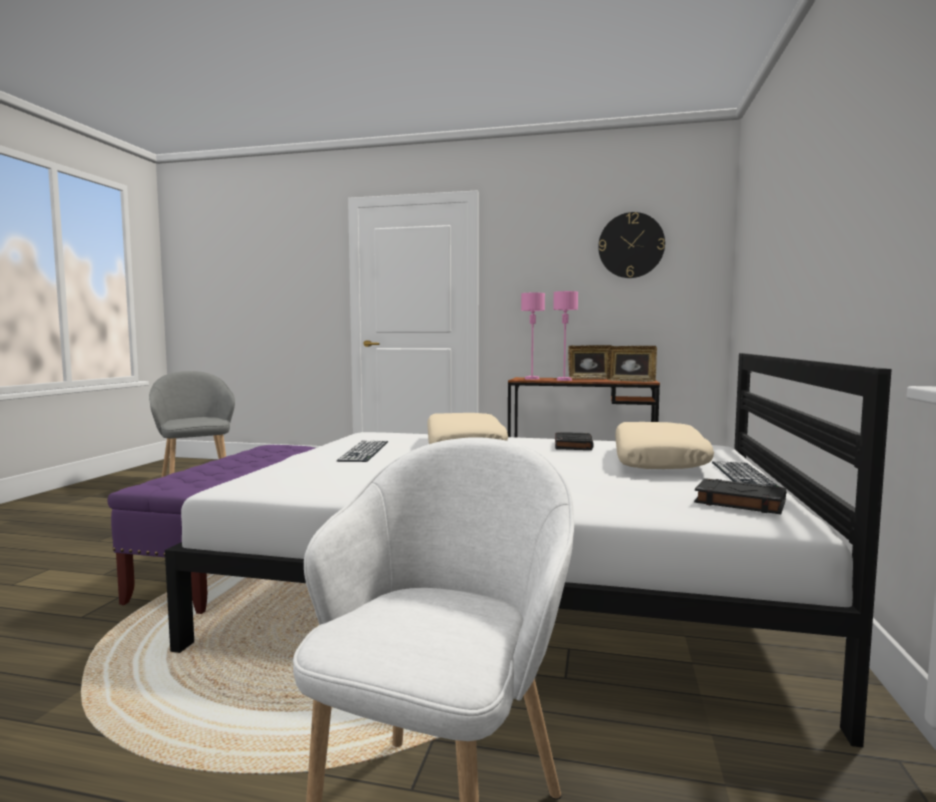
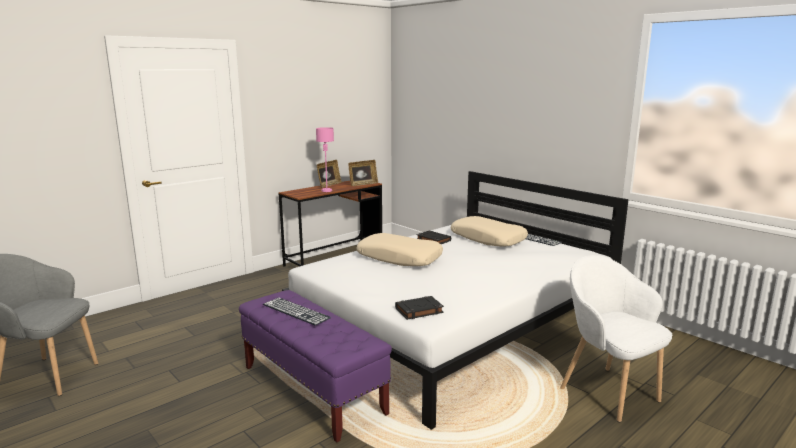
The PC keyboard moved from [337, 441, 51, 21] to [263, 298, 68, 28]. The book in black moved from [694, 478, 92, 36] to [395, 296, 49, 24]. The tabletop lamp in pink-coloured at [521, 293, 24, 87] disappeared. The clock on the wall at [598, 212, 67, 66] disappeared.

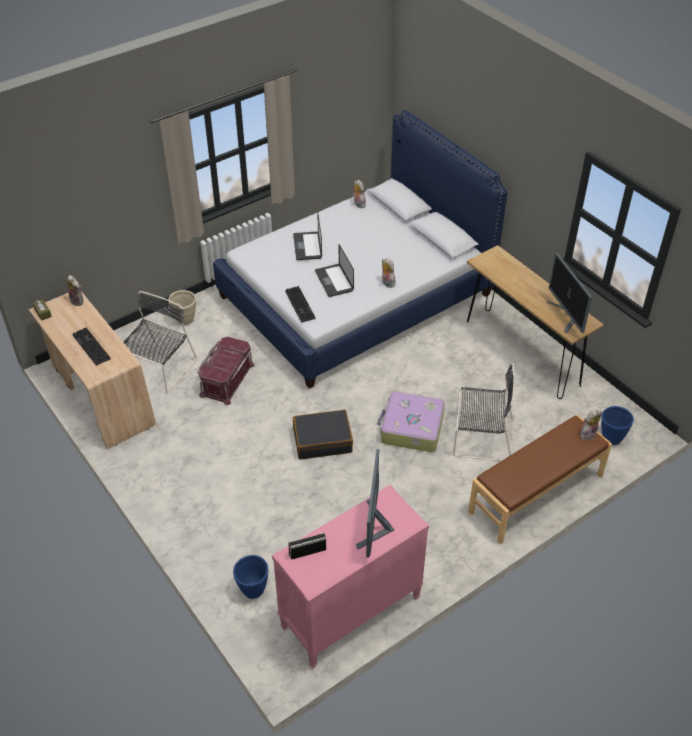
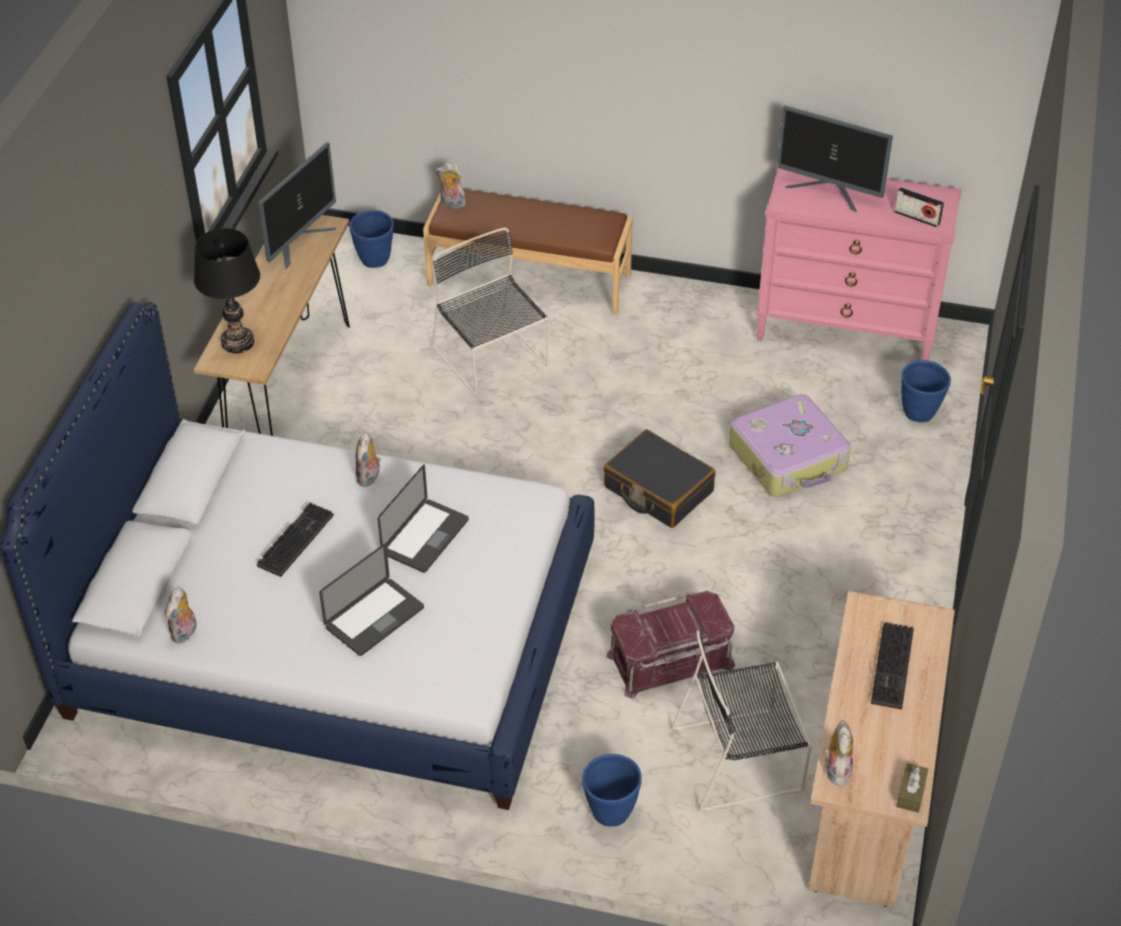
The tabletop lamp in black at [194, 228, 66, 125] appeared. The PC keyboard moved from [285, 286, 31, 37] to [257, 502, 77, 75]. The plant pot in sand-coloured at [168, 290, 28, 36] became the plant pot in bluish at [582, 754, 60, 73]. The suitcase moved from [378, 391, 67, 61] to [729, 394, 122, 103]. The computer display at [356, 449, 38, 109] turned 60 degrees clockwise.

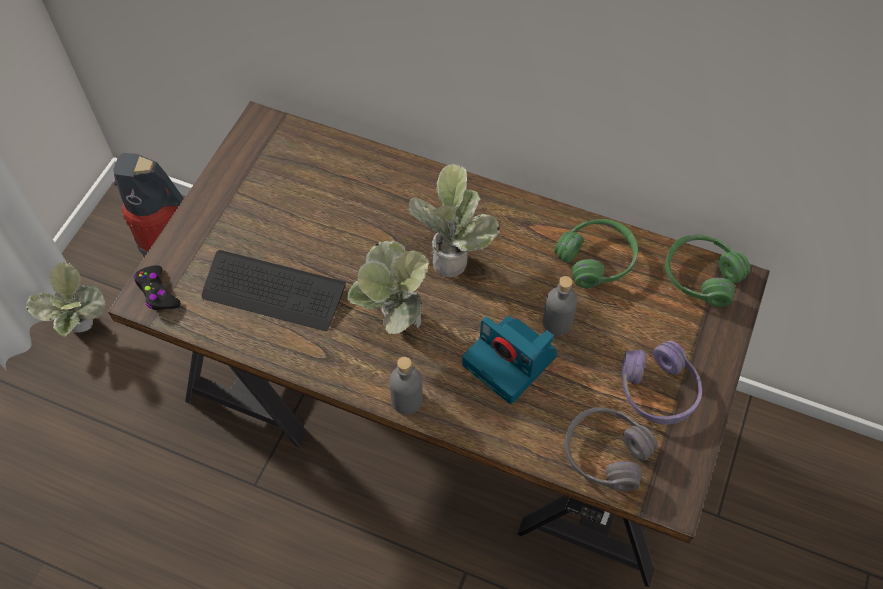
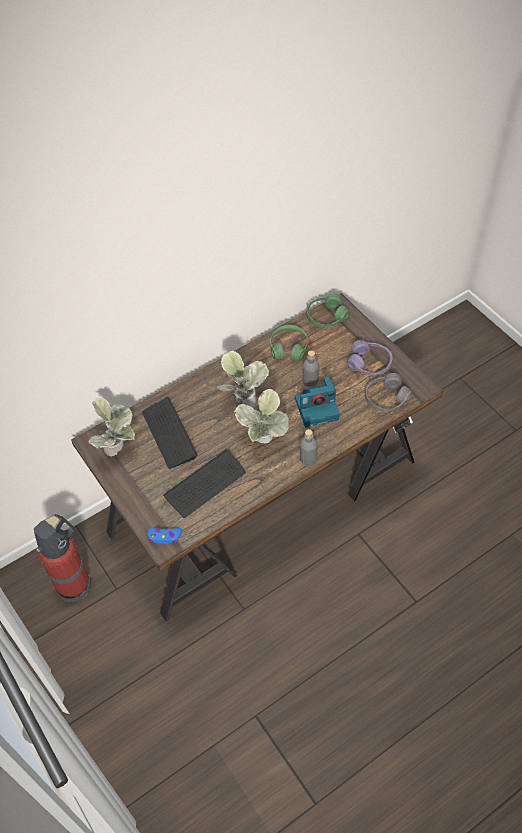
The houseplant moved from [25, 262, 81, 75] to [88, 398, 47, 58]. The PC keyboard at [142, 398, 56, 71] appeared. The gamepad in black at [134, 265, 47, 45] became the gamepad in bluish at [148, 528, 34, 16].

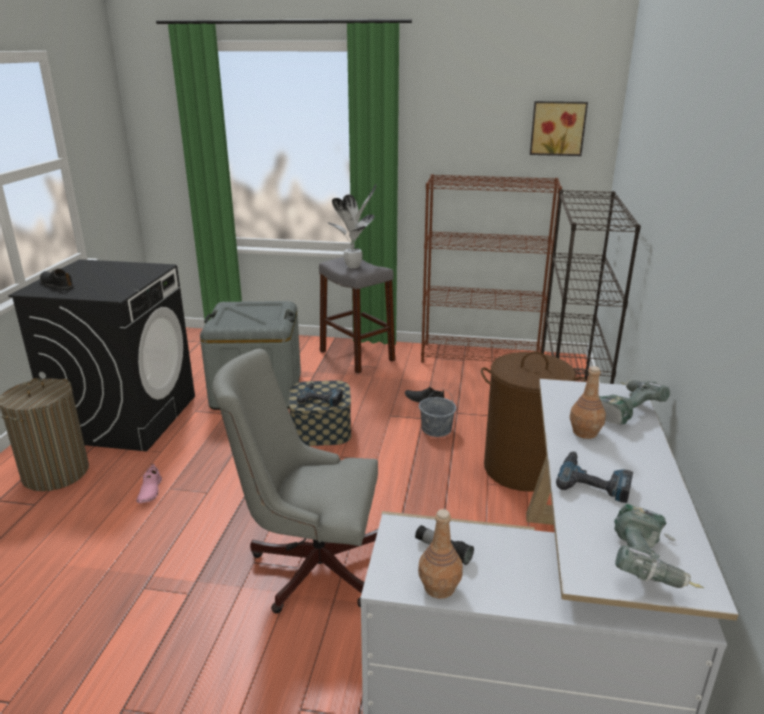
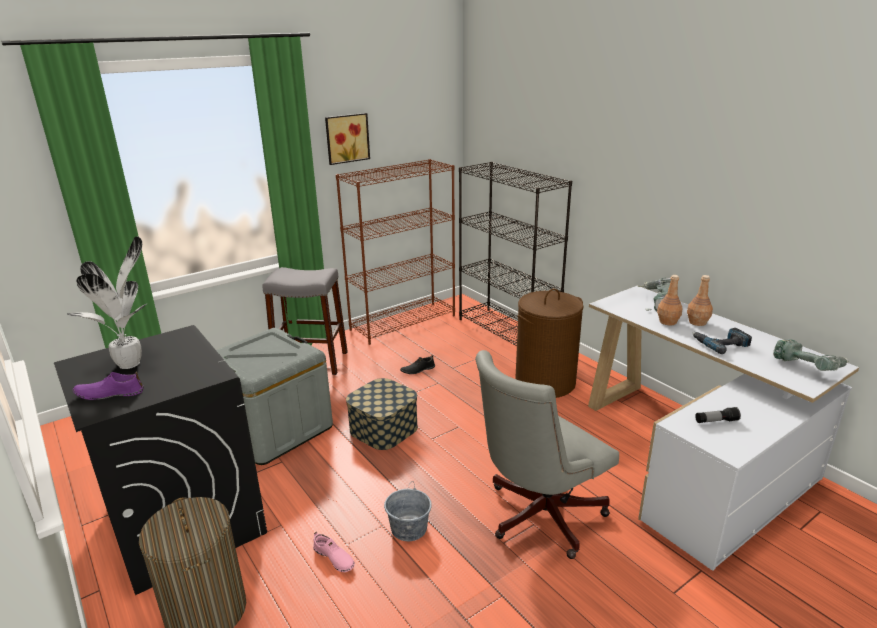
The houseplant moved from [328, 184, 48, 84] to [67, 237, 81, 132]. The shoe in black at [40, 269, 34, 21] became the shoe in purple at [73, 372, 71, 28]. The wall art moved from [530, 101, 58, 55] to [325, 113, 45, 52]. The water bucket in greyish moved from [419, 389, 37, 48] to [384, 481, 48, 60]. The bottle in brownish moved from [418, 509, 45, 90] to [687, 275, 26, 51]. The electric drill at [297, 382, 46, 25] disappeared.

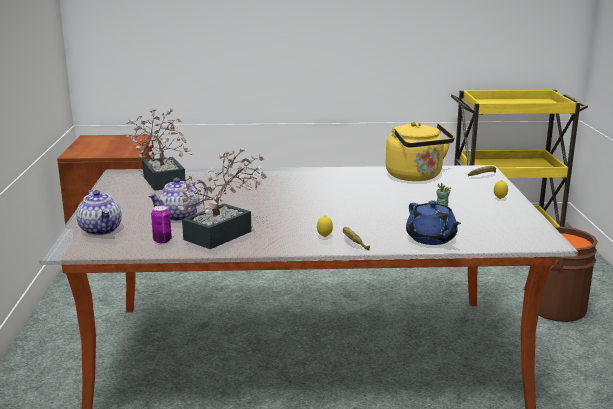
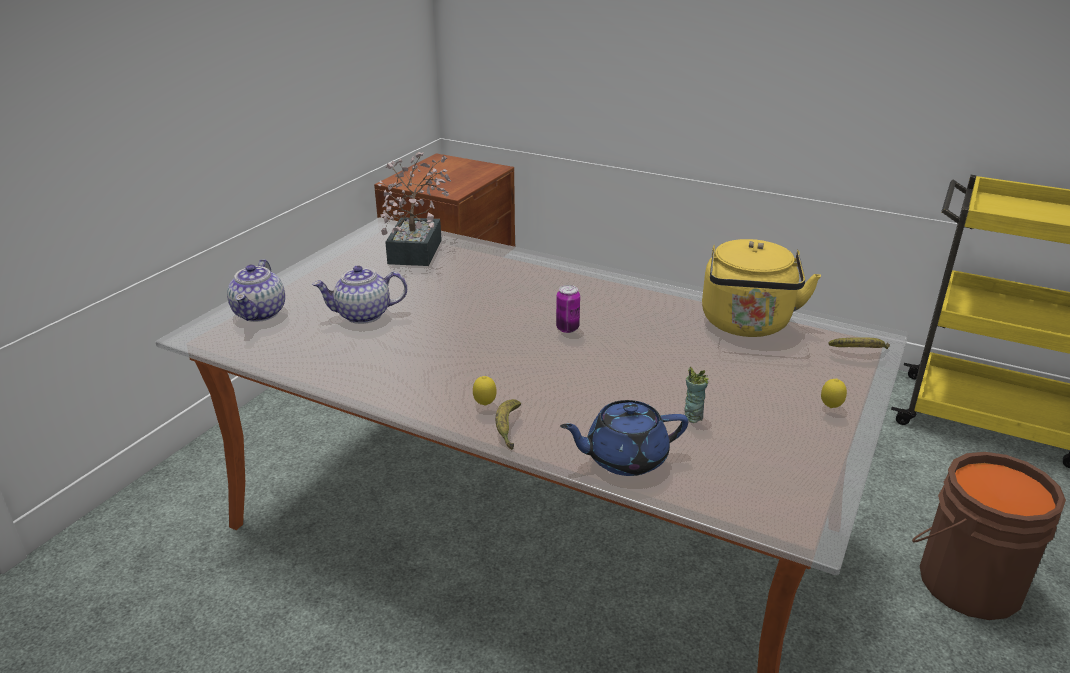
The can moved from [151, 205, 21, 38] to [556, 285, 24, 48]. The teapot in bluish at [406, 201, 55, 44] turned 75 degrees clockwise. The houseplant at [177, 148, 90, 101] disappeared.

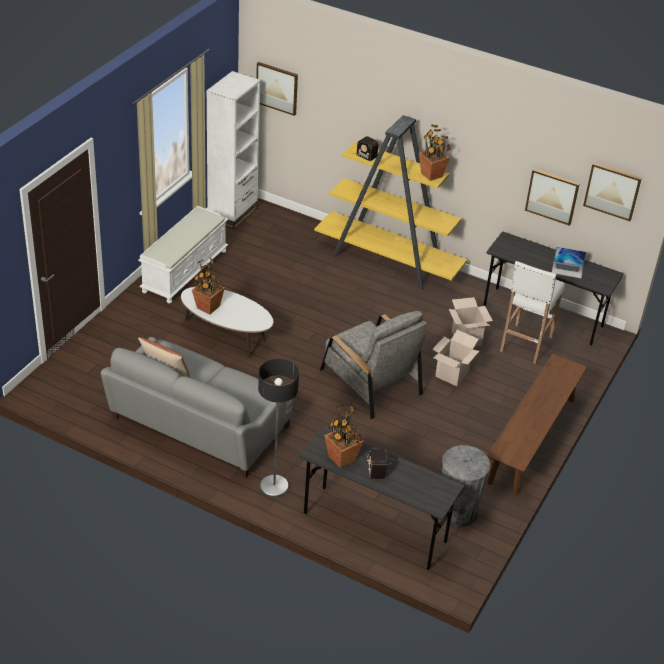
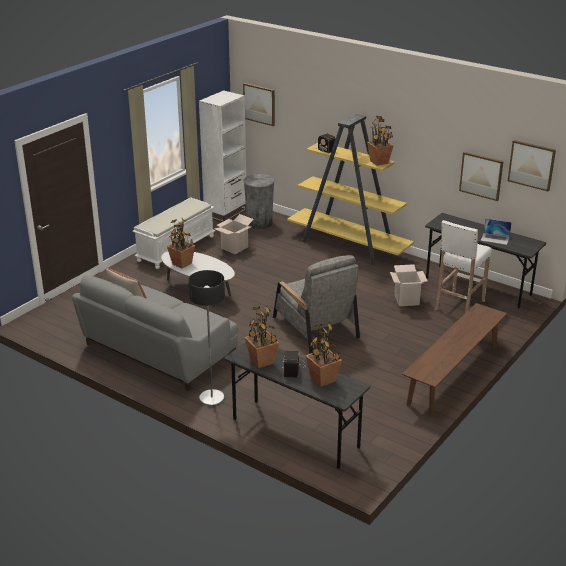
The packing box moved from [432, 330, 47, 56] to [215, 214, 39, 40]. The waste bin in greyish moved from [442, 445, 49, 82] to [244, 174, 31, 55]. The houseplant at [305, 323, 37, 64] appeared.

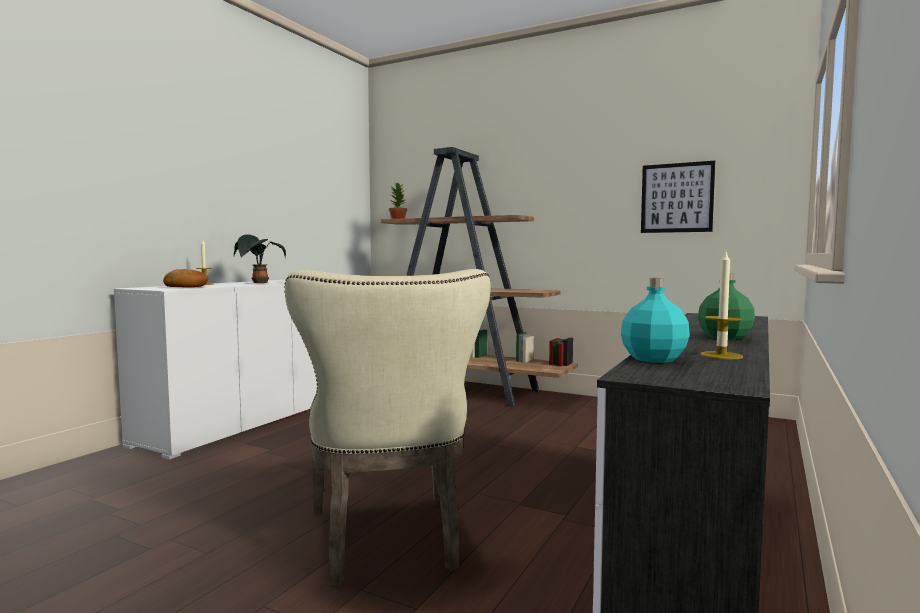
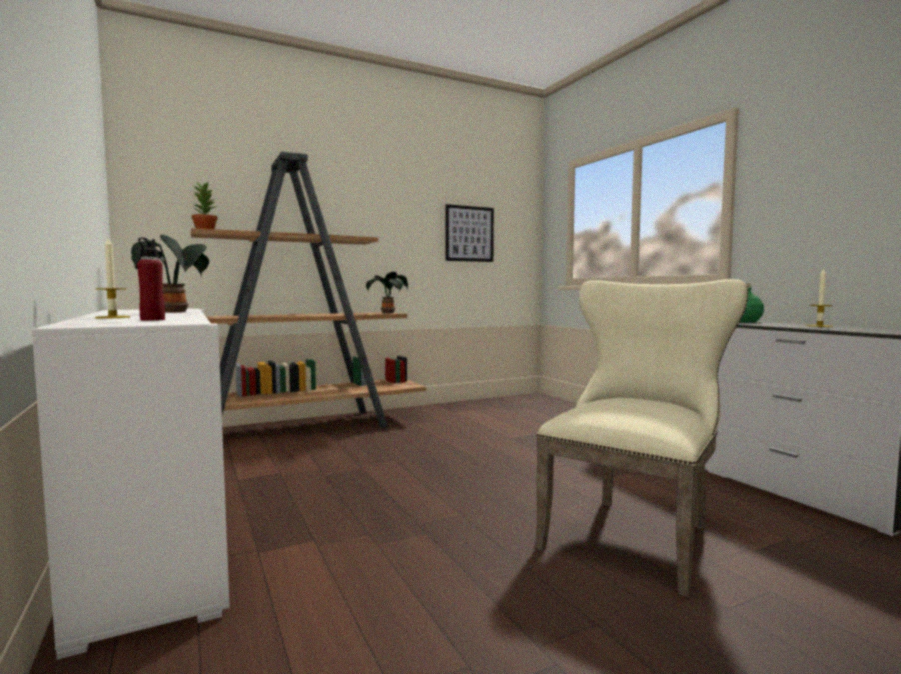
The baked bread at [163, 269, 45, 18] was replaced by the bottle in red at [137, 238, 28, 83]. The houseplant at [366, 272, 42, 42] appeared. The plain chair in sand-coloured at [284, 269, 207, 318] turned 75 degrees counterclockwise. The bottle in blue-green at [621, 278, 69, 85] disappeared.

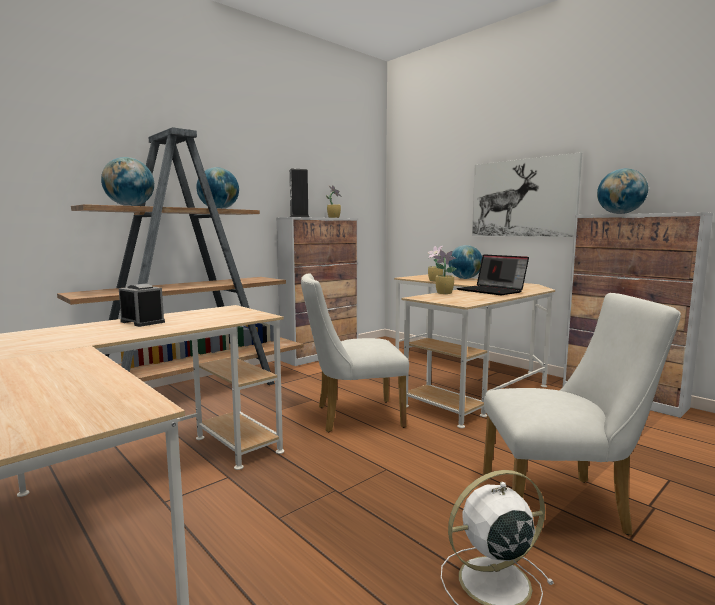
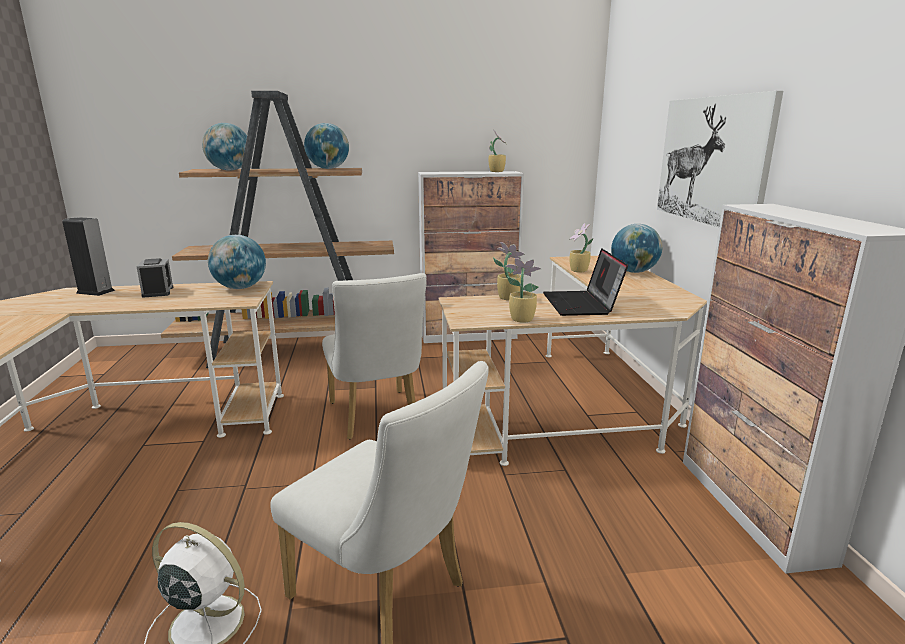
The speaker moved from [290, 169, 19, 48] to [62, 217, 53, 79]. The desk globe moved from [597, 168, 51, 46] to [208, 235, 58, 54]. The plain chair in white at [301, 273, 108, 159] turned 135 degrees counterclockwise. The houseplant at [505, 258, 36, 65] appeared.

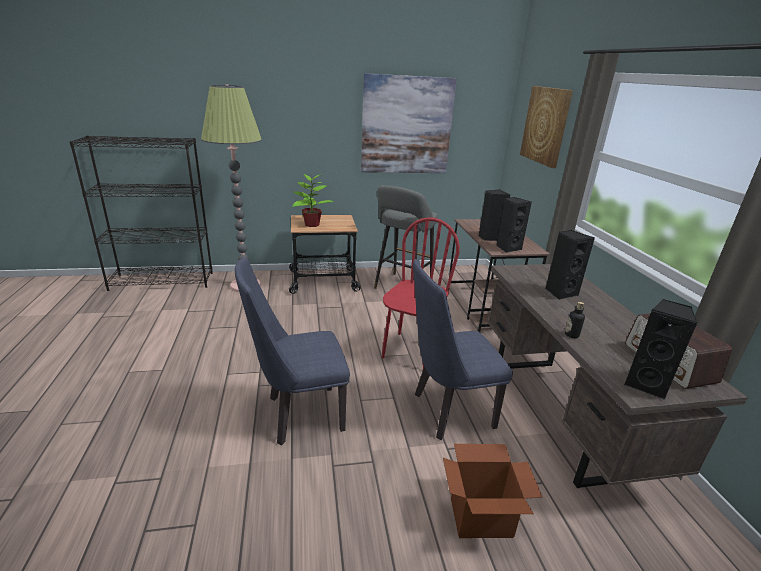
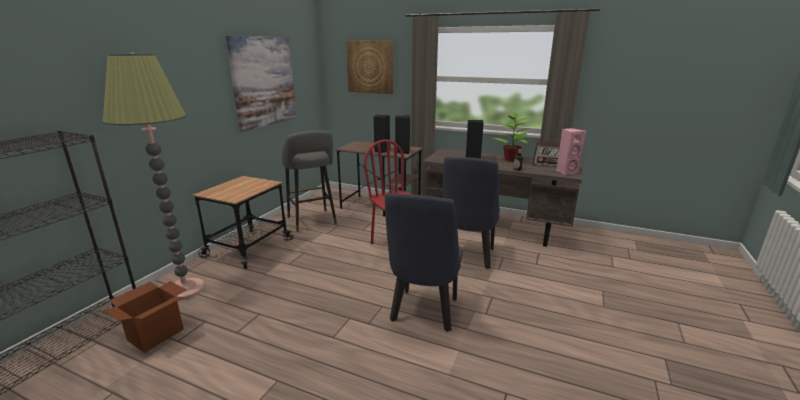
The packing box moved from [443, 444, 99, 94] to [104, 281, 83, 72]. The houseplant moved from [292, 174, 42, 53] to [491, 113, 38, 49]. The speaker in black at [624, 299, 74, 101] became the speaker in pink-coloured at [556, 128, 30, 47].

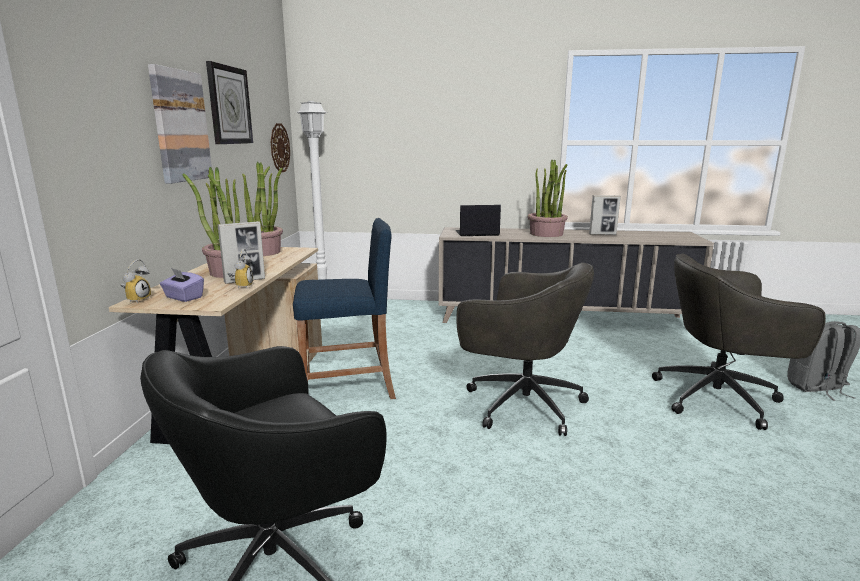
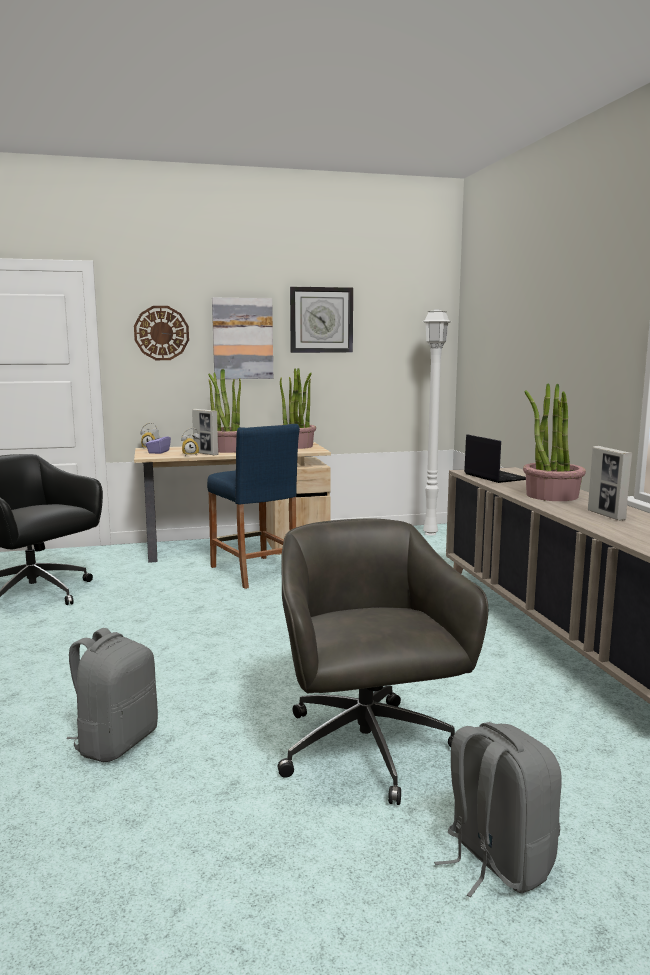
The knapsack in greyish at [66, 628, 92, 134] appeared. The clock on the wall moved from [271, 123, 19, 50] to [134, 306, 55, 54]. The office chair in greyish at [456, 263, 138, 173] disappeared.

